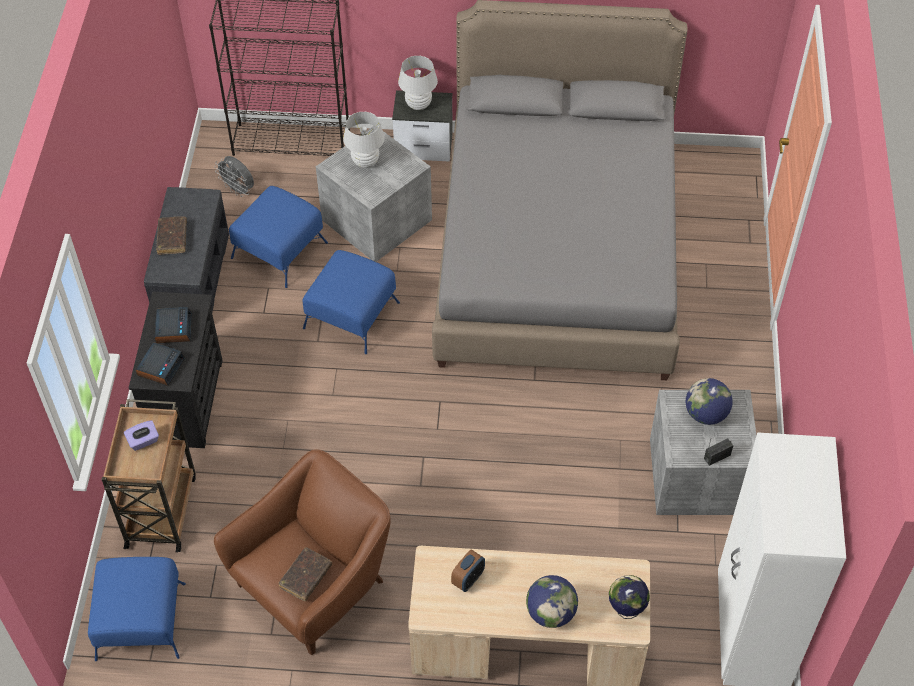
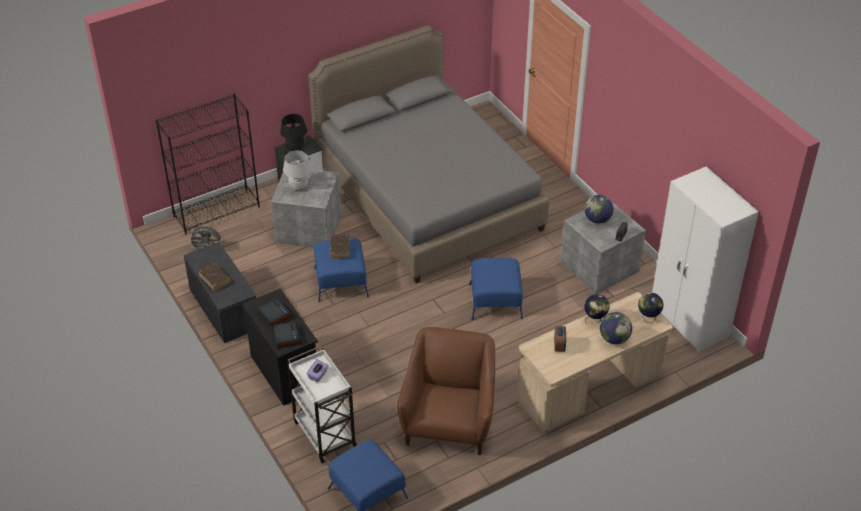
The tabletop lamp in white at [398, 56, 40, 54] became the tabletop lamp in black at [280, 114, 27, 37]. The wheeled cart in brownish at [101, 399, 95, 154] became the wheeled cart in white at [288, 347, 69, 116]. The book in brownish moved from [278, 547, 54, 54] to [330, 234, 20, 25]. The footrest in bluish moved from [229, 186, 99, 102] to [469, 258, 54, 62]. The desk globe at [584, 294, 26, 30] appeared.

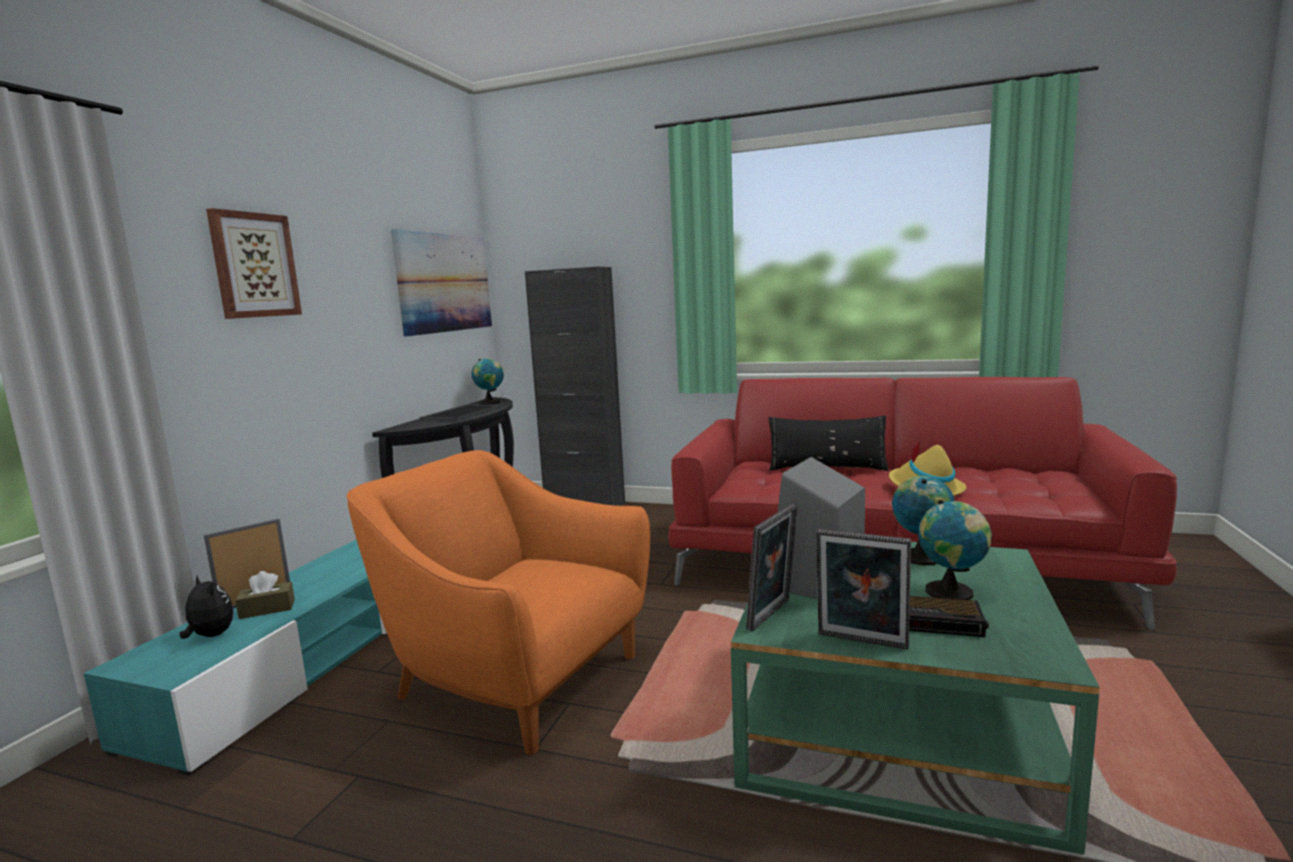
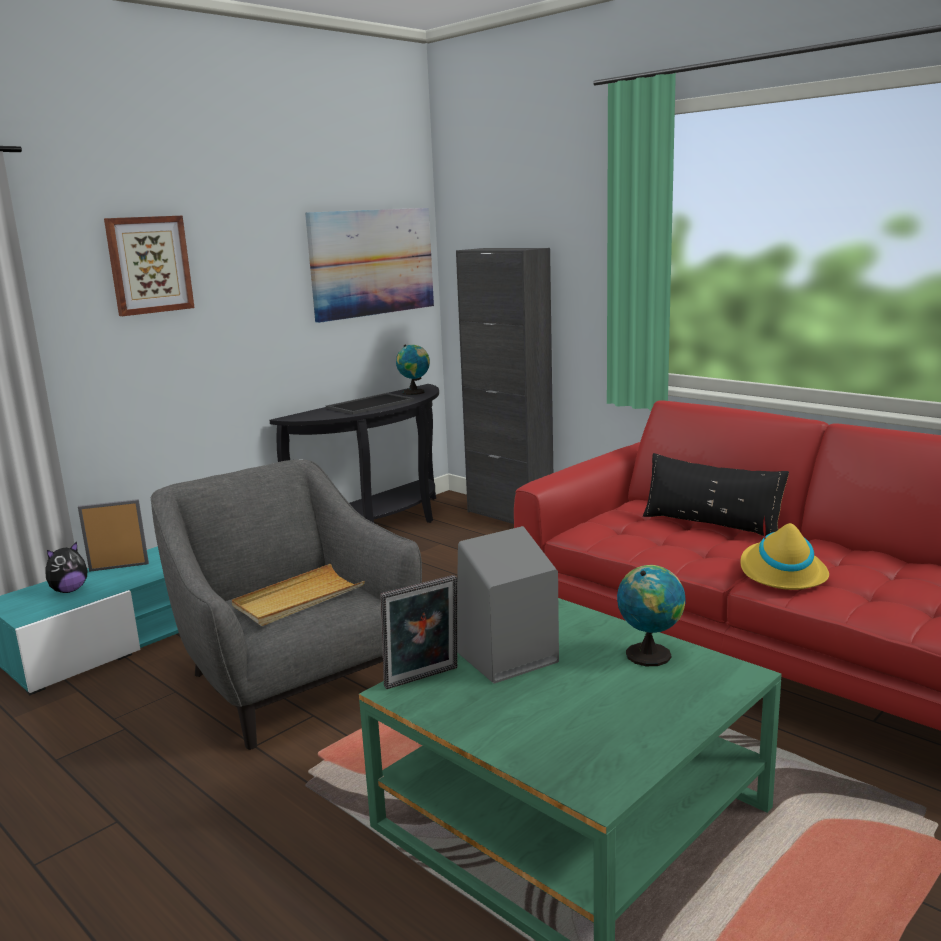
The soft toy at [180, 575, 54, 64] turned 75 degrees clockwise. The easy chair in orangey at [347, 450, 303, 305] became the easy chair in greyish at [151, 459, 271, 291]. The serving tray in sand-coloured at [232, 564, 133, 62] appeared. The tissue box in brownish at [235, 571, 60, 48] disappeared. The picture frame at [816, 529, 95, 121] disappeared. The bedside clock at [909, 596, 80, 41] disappeared. The desk globe at [918, 500, 74, 100] disappeared.

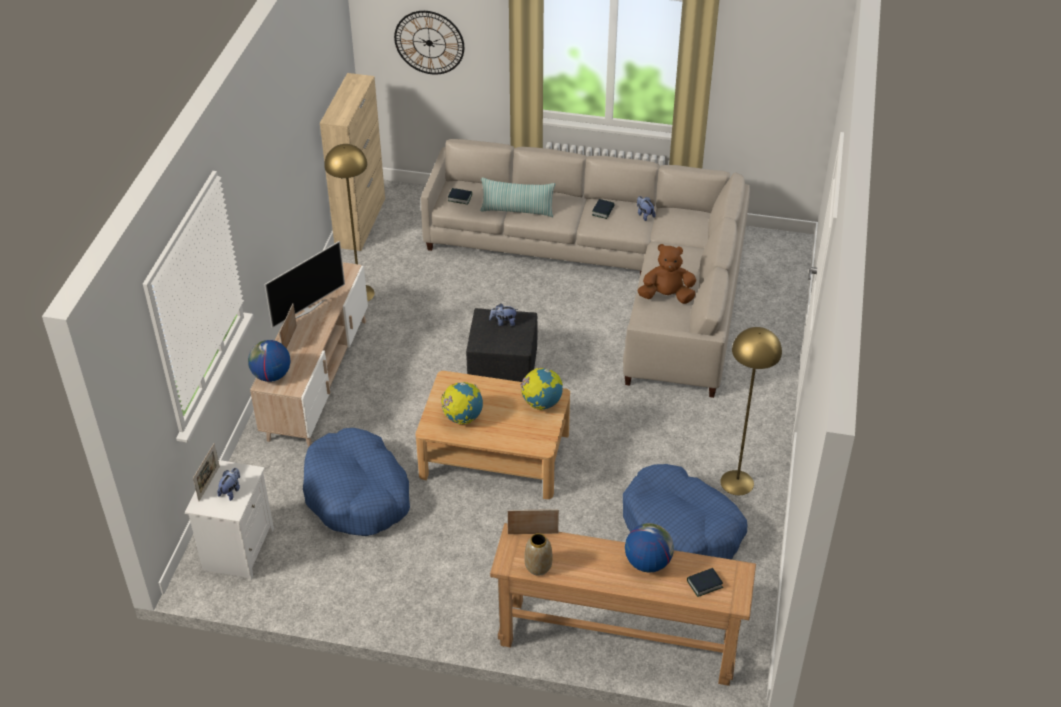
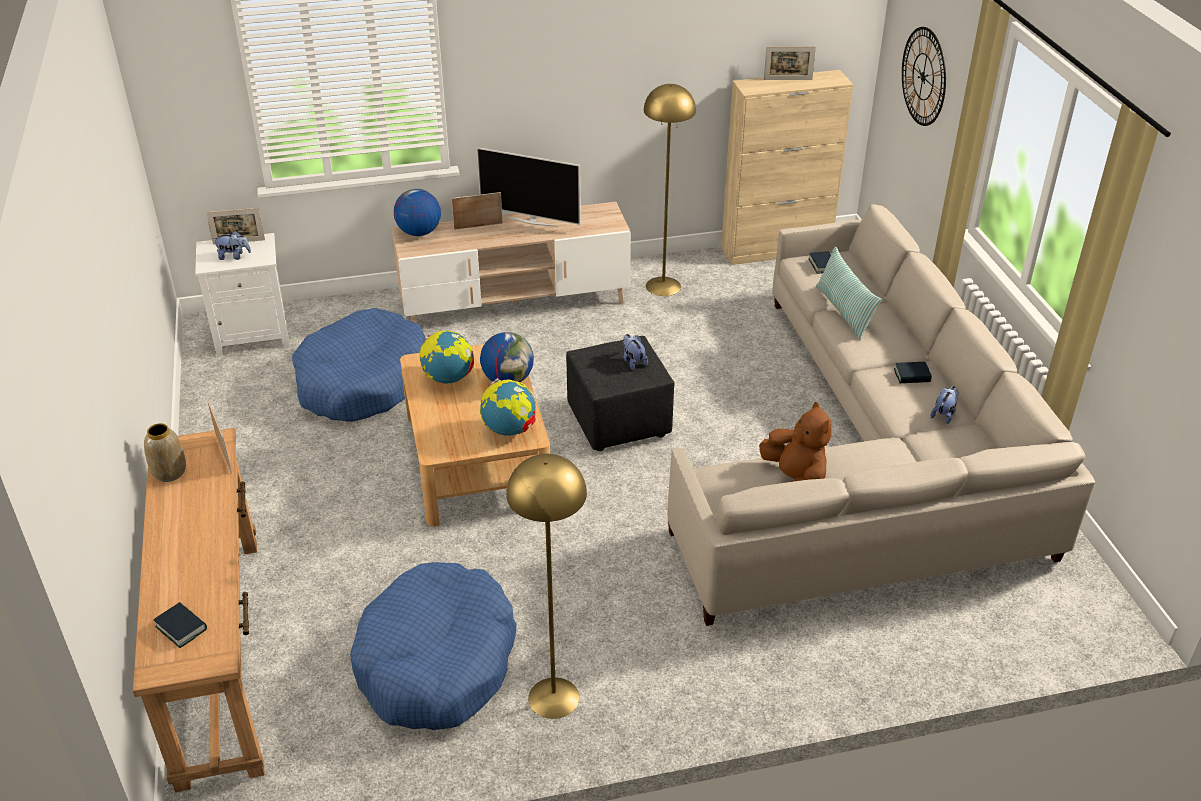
The desk globe moved from [625, 523, 49, 50] to [480, 332, 54, 50]. The picture frame at [764, 46, 52, 34] appeared.

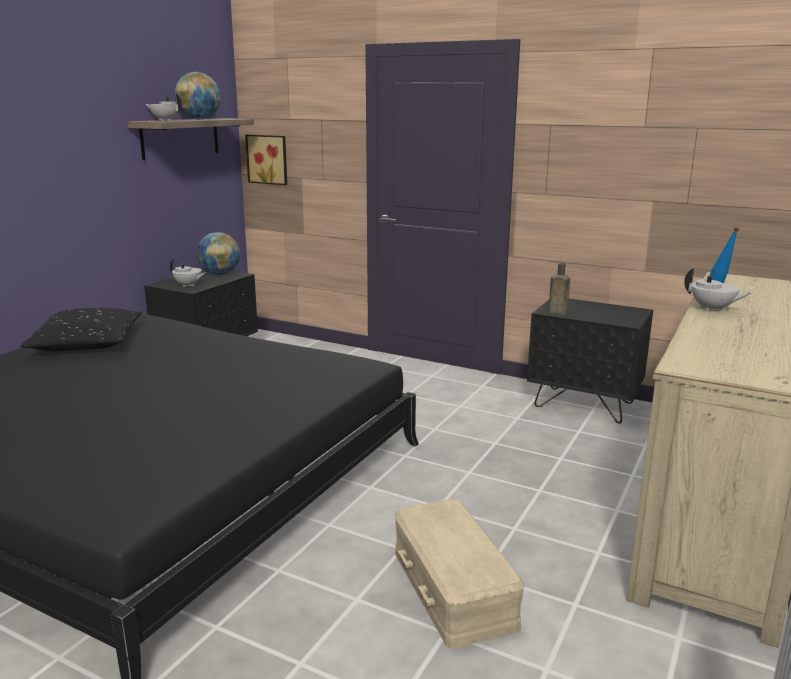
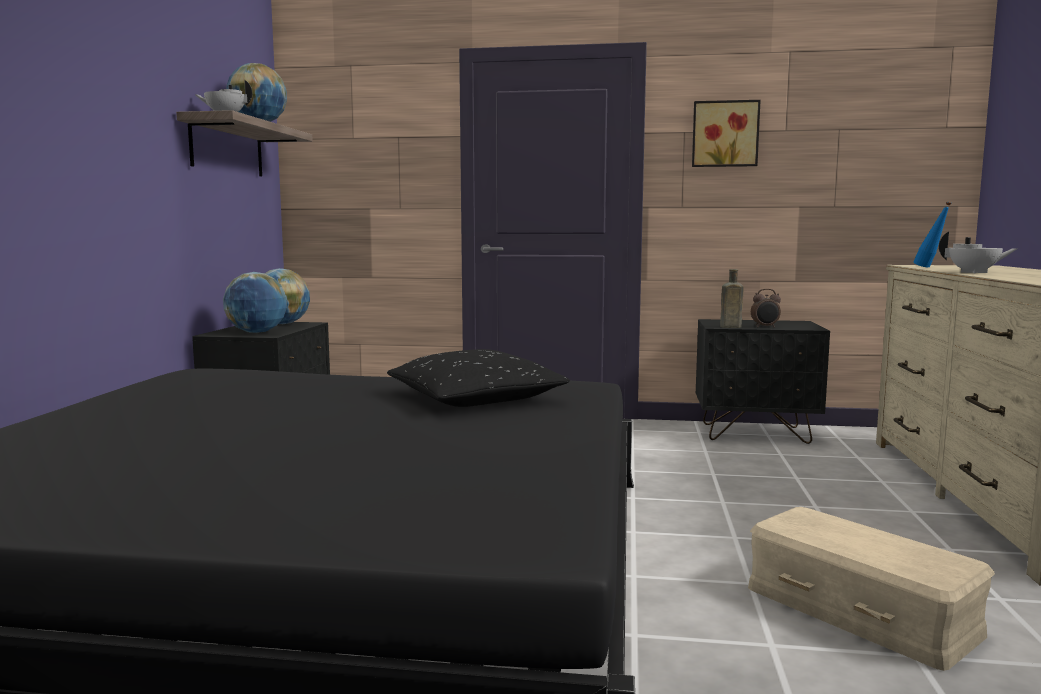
The teapot in white at [170, 260, 35, 27] was replaced by the desk globe at [223, 272, 64, 61]. The cushion in black moved from [21, 308, 121, 43] to [387, 349, 183, 58]. The wall art moved from [245, 135, 42, 50] to [692, 100, 69, 67]. The bedside clock at [751, 289, 30, 39] appeared.

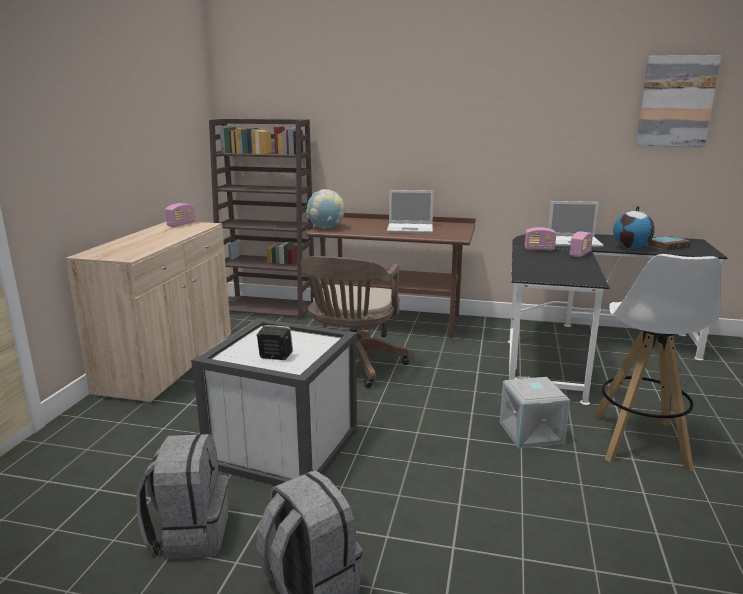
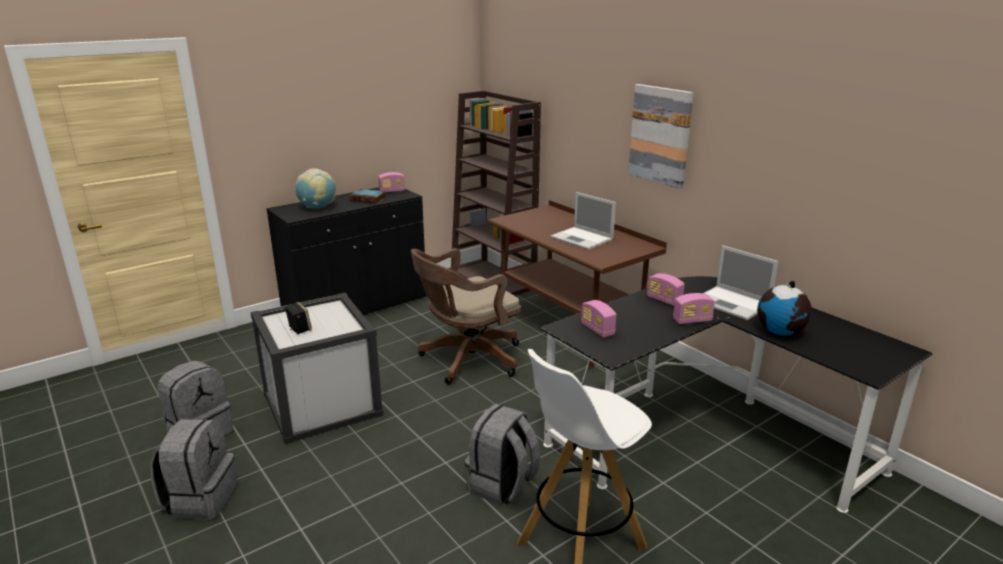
The cupboard in sand-coloured at [65, 222, 166, 182] became the cupboard in black at [266, 188, 161, 127]. The desk globe moved from [306, 189, 39, 39] to [294, 168, 42, 41]. The book moved from [647, 236, 44, 15] to [349, 189, 37, 15]. The storage container in greyish at [500, 377, 70, 72] was replaced by the knapsack in greyish at [465, 403, 75, 103]. The radio set at [581, 300, 35, 38] appeared. The wall art moved from [636, 55, 85, 92] to [628, 84, 66, 105].

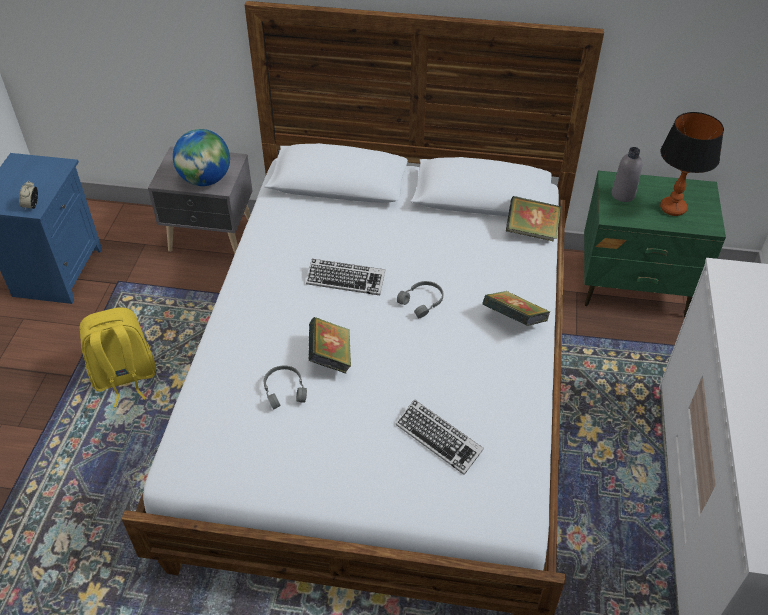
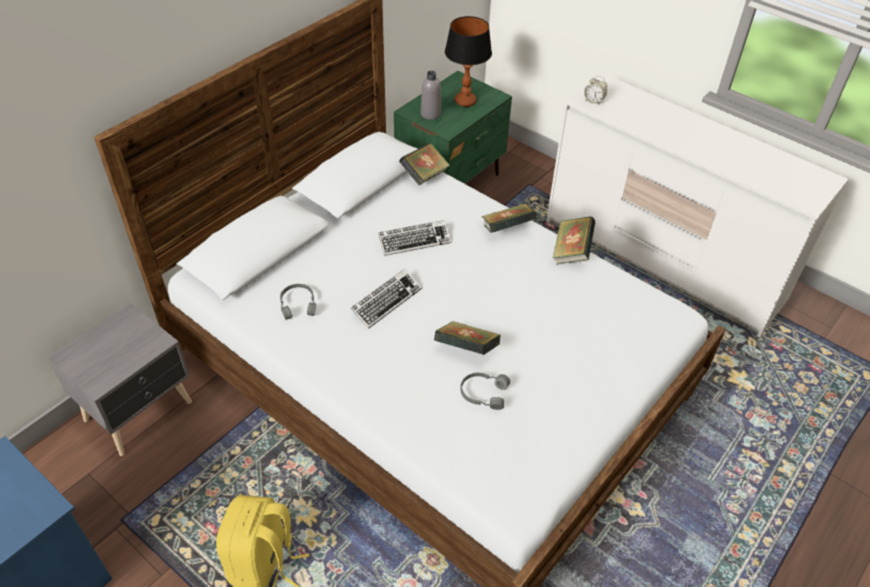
The headset in greyish moved from [397, 281, 46, 37] to [280, 284, 36, 36]. The PC keyboard moved from [396, 399, 88, 76] to [378, 220, 73, 36]. The book at [553, 216, 42, 48] appeared. The bedside clock moved from [19, 181, 19, 30] to [584, 76, 24, 29]. The desk globe at [173, 129, 57, 57] disappeared.

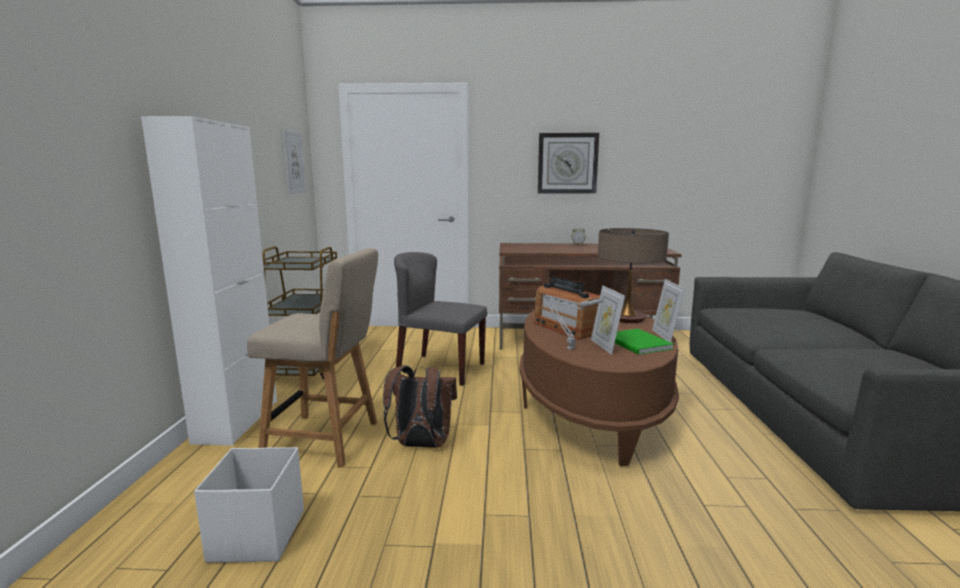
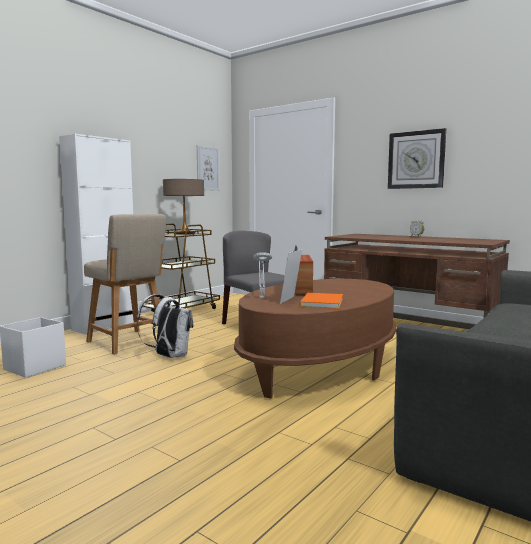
The knapsack in brownish at [383, 365, 74, 83] became the knapsack in white at [136, 294, 57, 64]. The tabletop lamp moved from [598, 228, 71, 95] to [163, 179, 41, 56]. The book in green at [615, 329, 58, 26] became the book in orangey at [299, 293, 44, 16]. The picture frame at [652, 279, 33, 63] disappeared.

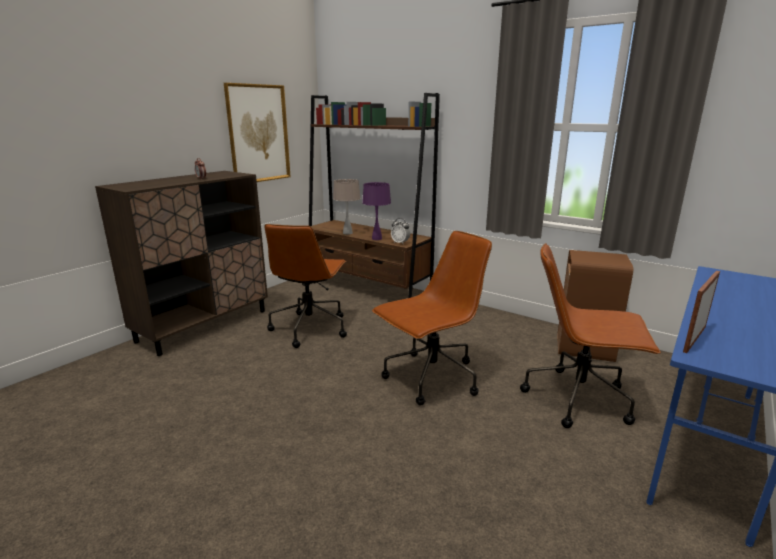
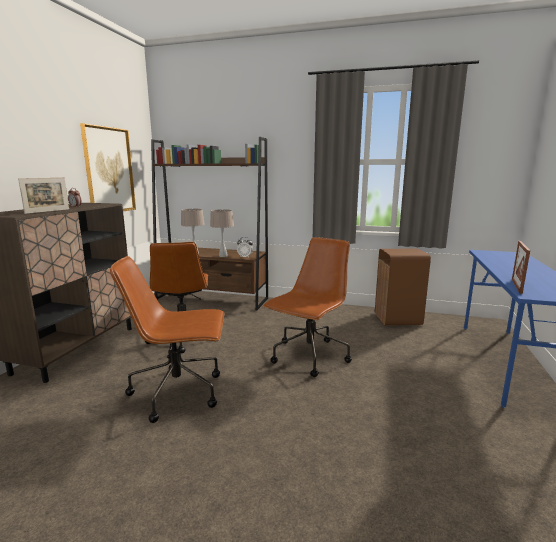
The picture frame at [18, 177, 51, 37] appeared. The office chair in brownish moved from [520, 243, 141, 185] to [110, 256, 114, 167]. The tabletop lamp in purple at [362, 182, 29, 58] became the tabletop lamp in sand-coloured at [210, 209, 24, 48].

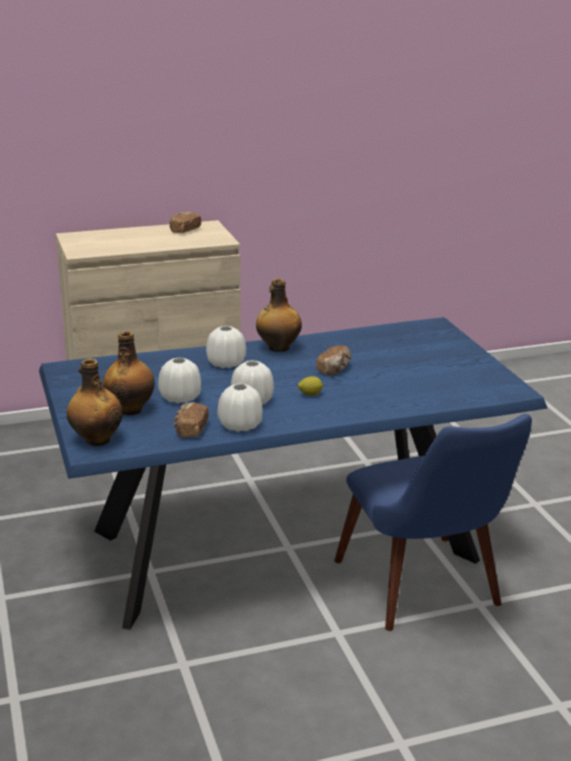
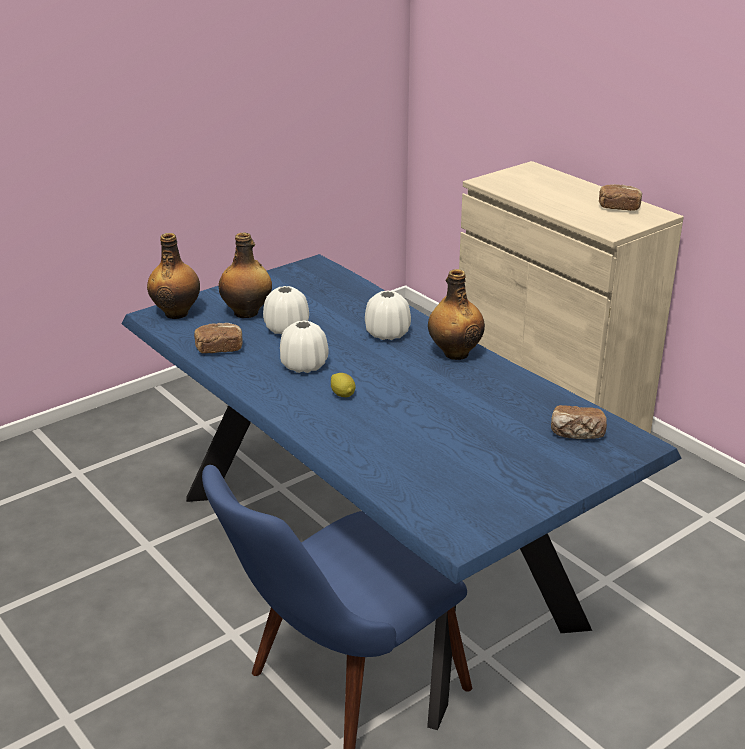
The baked bread moved from [316, 346, 35, 29] to [551, 405, 56, 34]. The decorative vase in white at [218, 383, 44, 49] disappeared.

